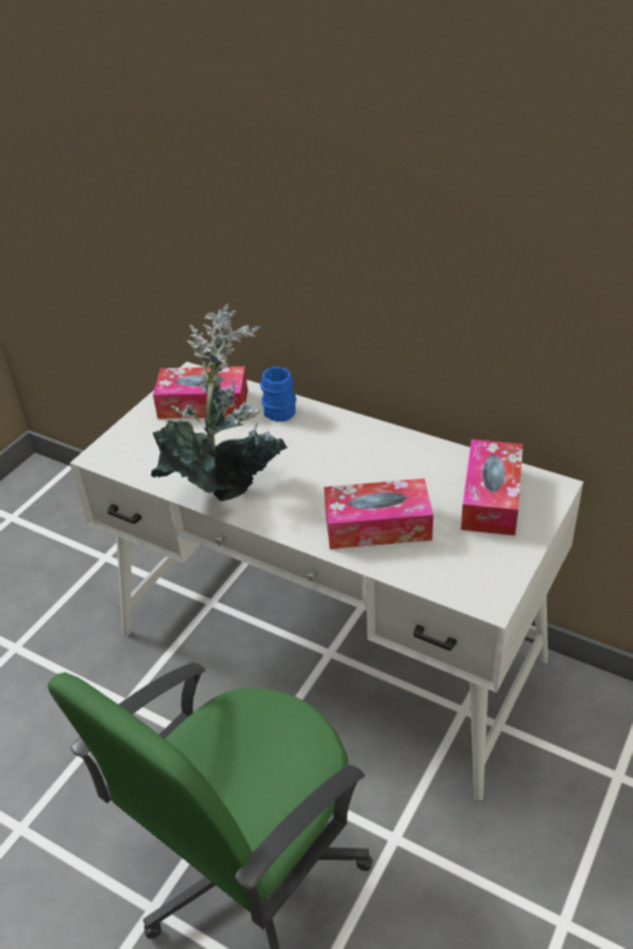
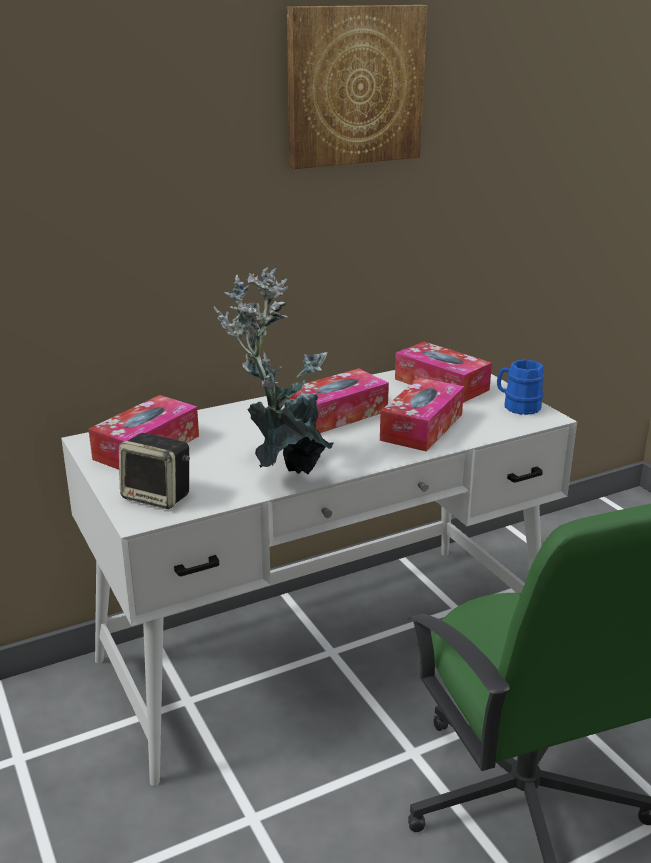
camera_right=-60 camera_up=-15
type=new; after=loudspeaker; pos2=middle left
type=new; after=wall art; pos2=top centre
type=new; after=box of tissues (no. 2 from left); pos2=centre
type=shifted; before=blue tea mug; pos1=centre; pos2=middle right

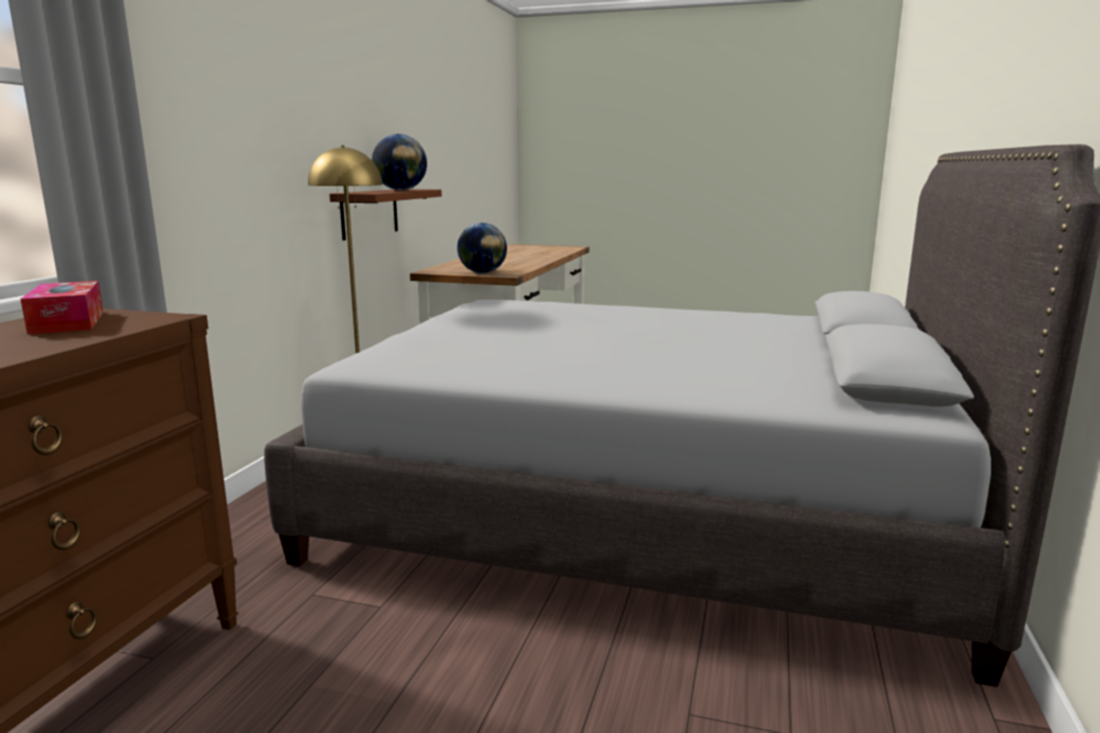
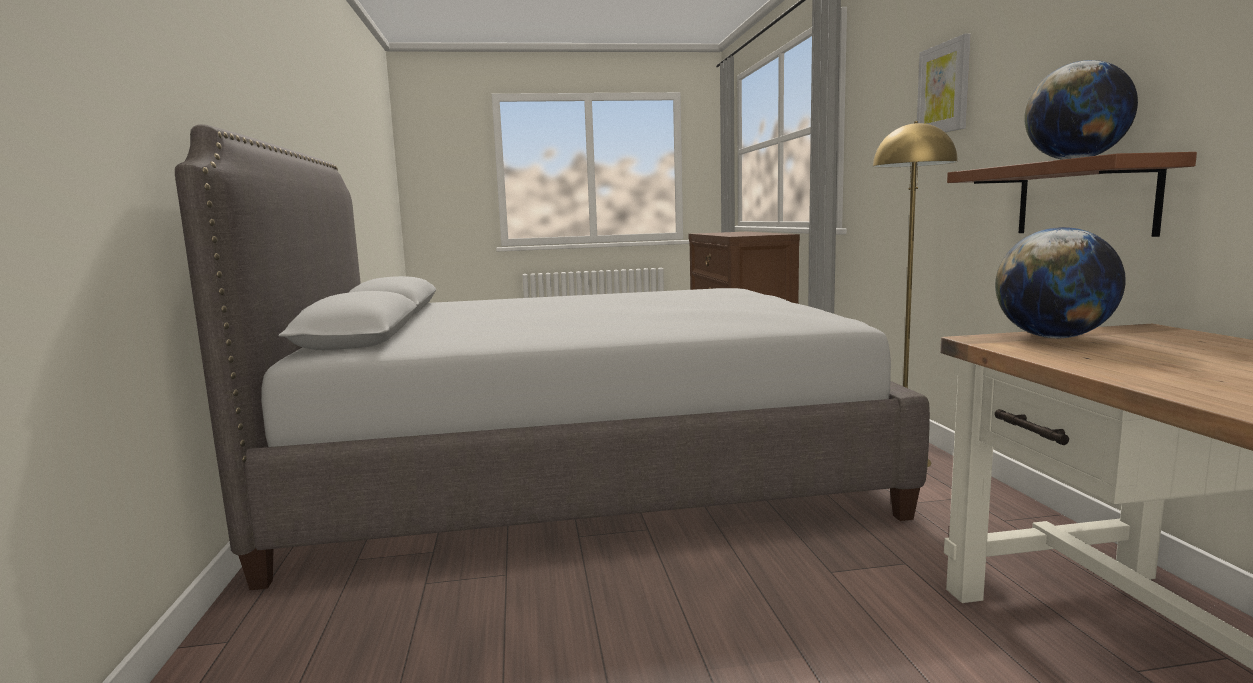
camera_right=155 camera_up=-5
type=gone; before=box of tissues; pos1=middle left
type=new; after=wall art; pos2=top right

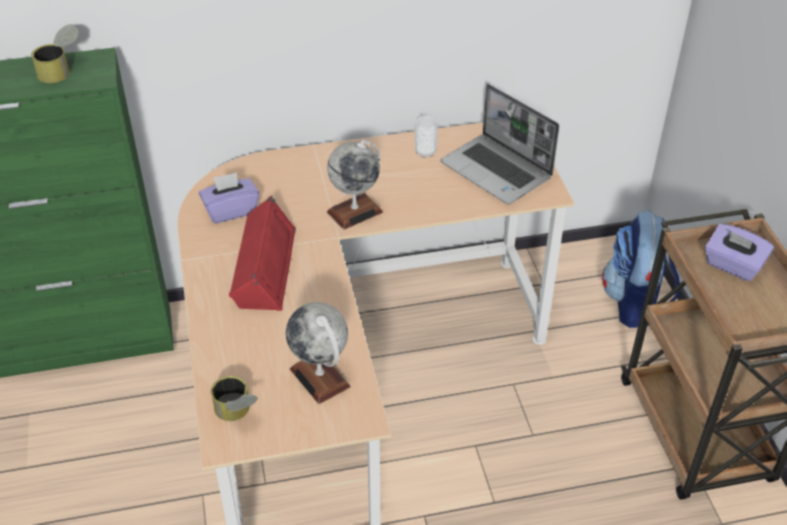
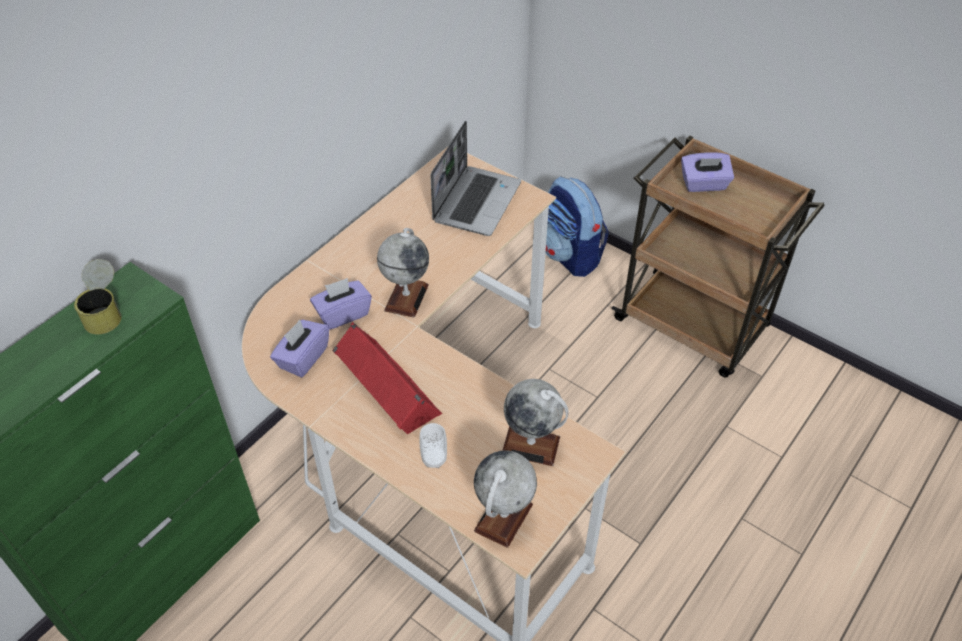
camera_right=-40 camera_up=5
type=new; after=purplish box of tissues (no. 2 from left); pos2=centre
type=shifted; before=small cup; pos1=top centre; pos2=bottom centre
type=swapped; before=sealed can (no. 2 from left); after=globe (no. 2 from left); pos1=bottom left; pos2=bottom centre
type=rotated; before=laptop; pos1=top centre; pos2=top centre; turn=-75

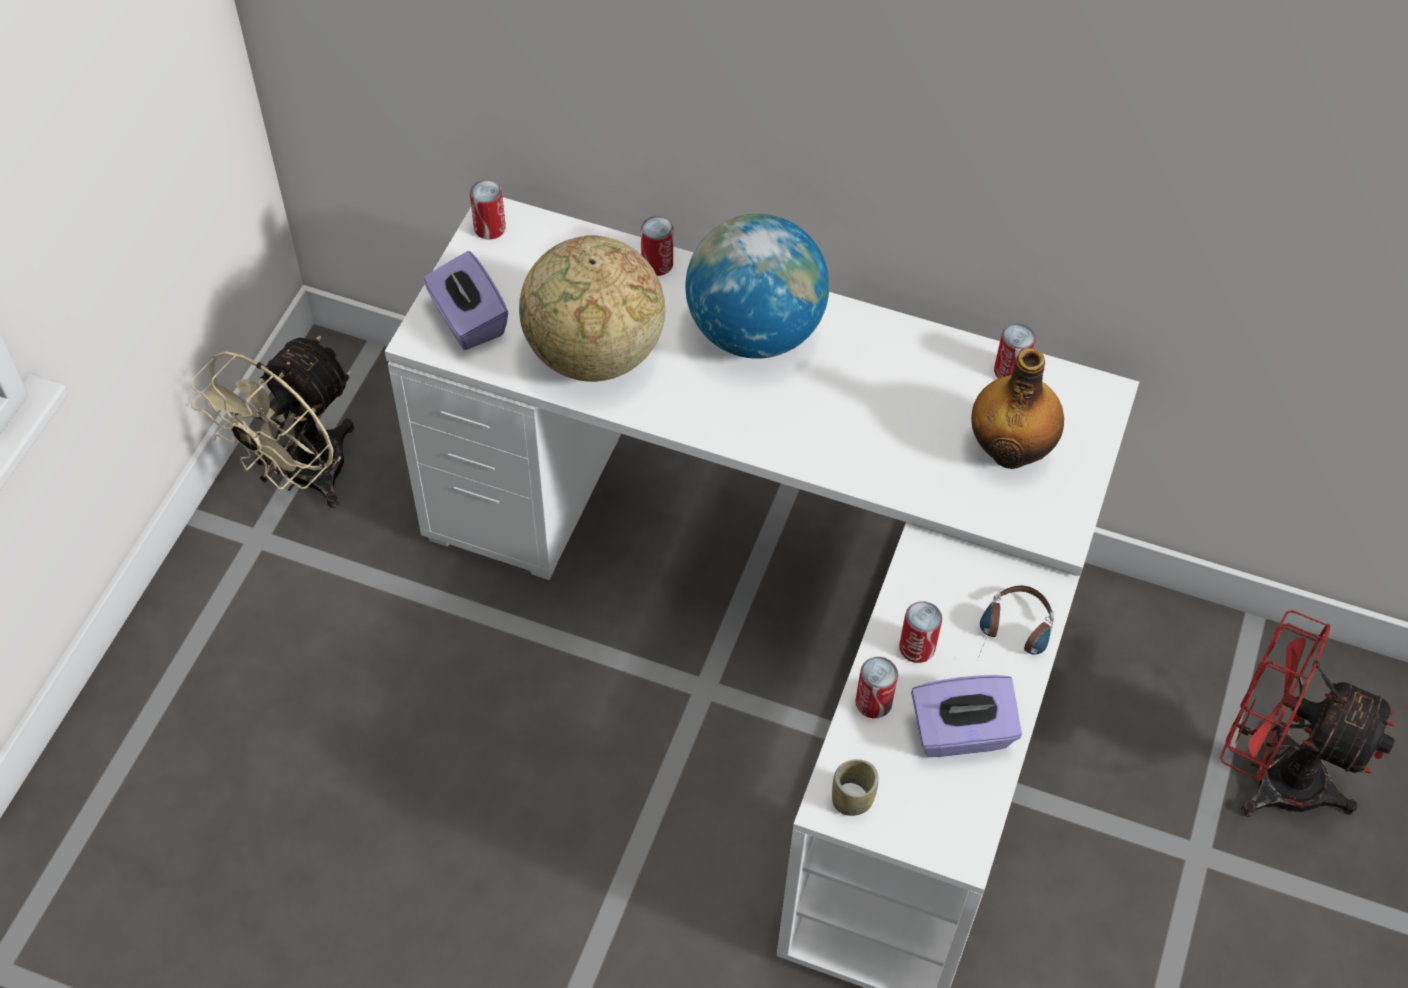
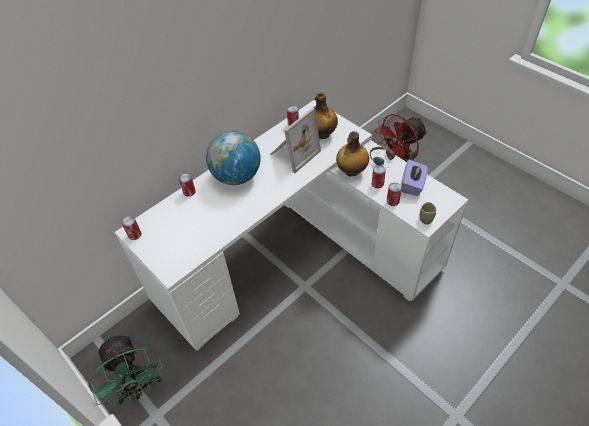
camera_right=-60 camera_up=-5
type=gone; before=purplish box of tissues (no. 1 from left); pos1=top left
type=gone; before=globe (no. 1 from left); pos1=top centre
type=new; after=standing frame; pos2=top centre
type=new; after=bottle (no. 2 from left); pos2=centre
type=repainted; before=sand-coloured cooling fan; after=greenish cooling fan; pos1=middle left; pos2=bottom left

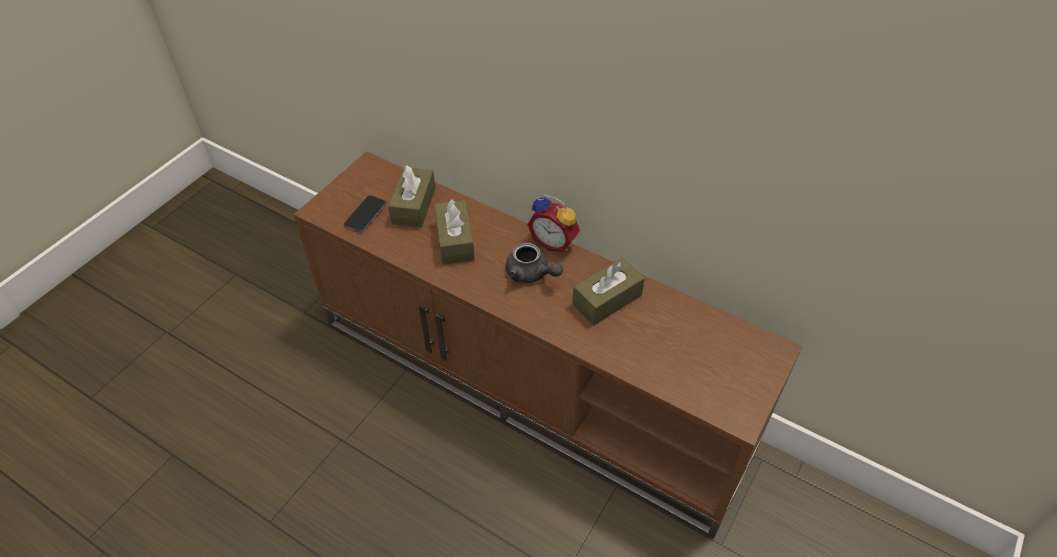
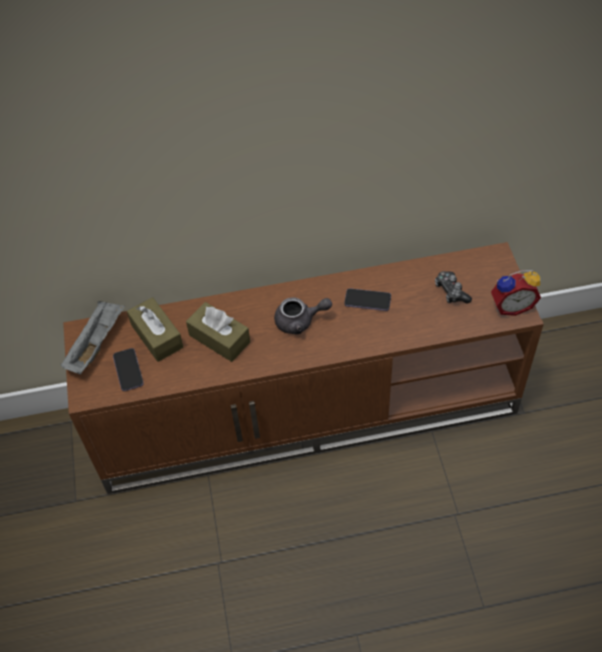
camera_right=-40 camera_up=5
type=new; after=gray serving tray; pos2=middle left
type=new; after=joypad; pos2=middle right
type=shifted; before=bedside clock; pos1=centre; pos2=middle right
type=swapped; before=brownish box of tissues (no. 3 from left); after=phone (no. 2 from left); pos1=centre; pos2=centre

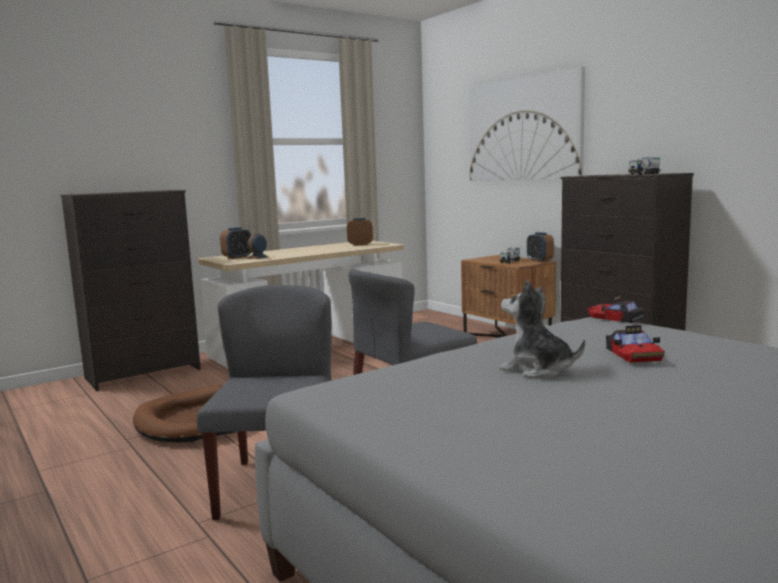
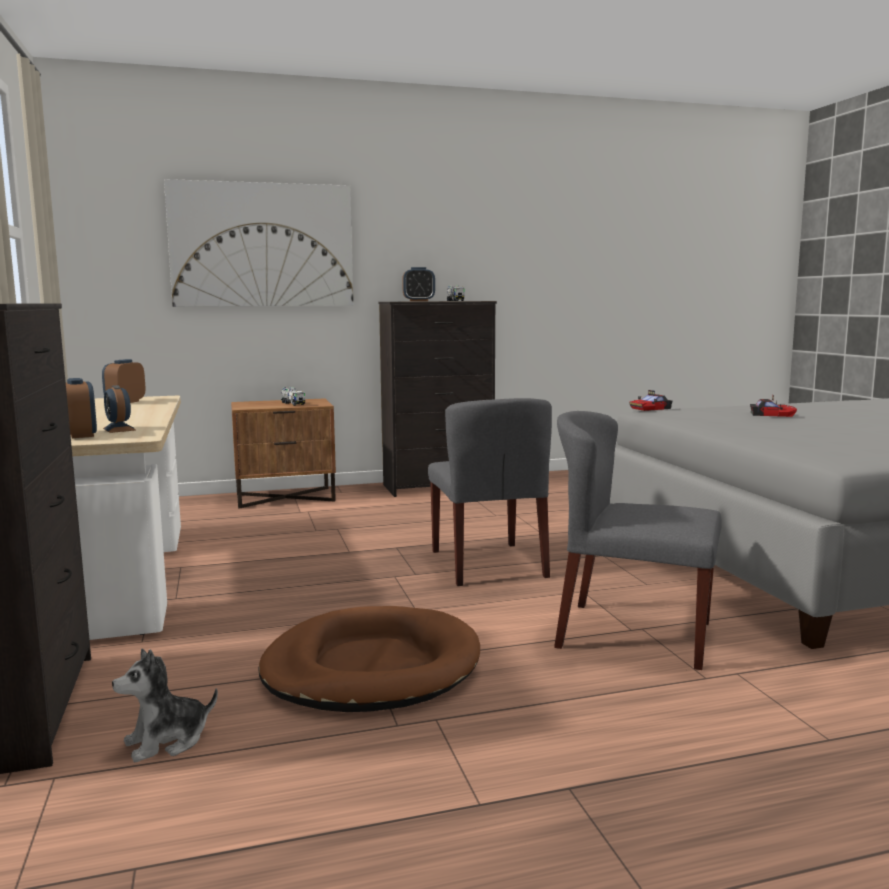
camera_right=-70 camera_up=0
type=shifted; before=soft toy; pos1=middle right; pos2=bottom left
type=shifted; before=bedside clock (no. 4 from left); pos1=middle right; pos2=top centre

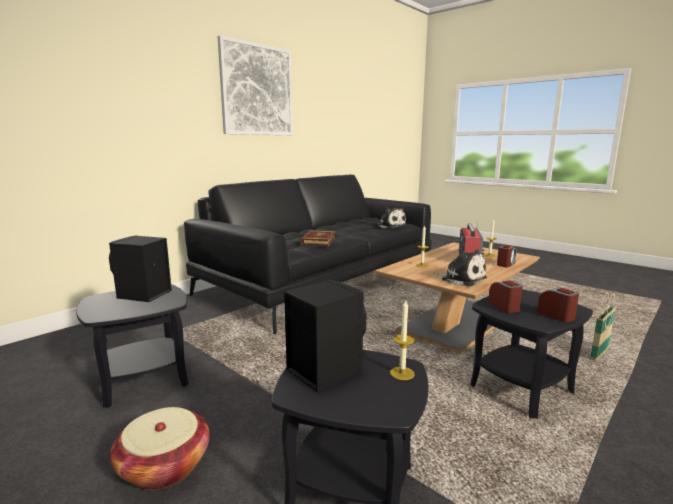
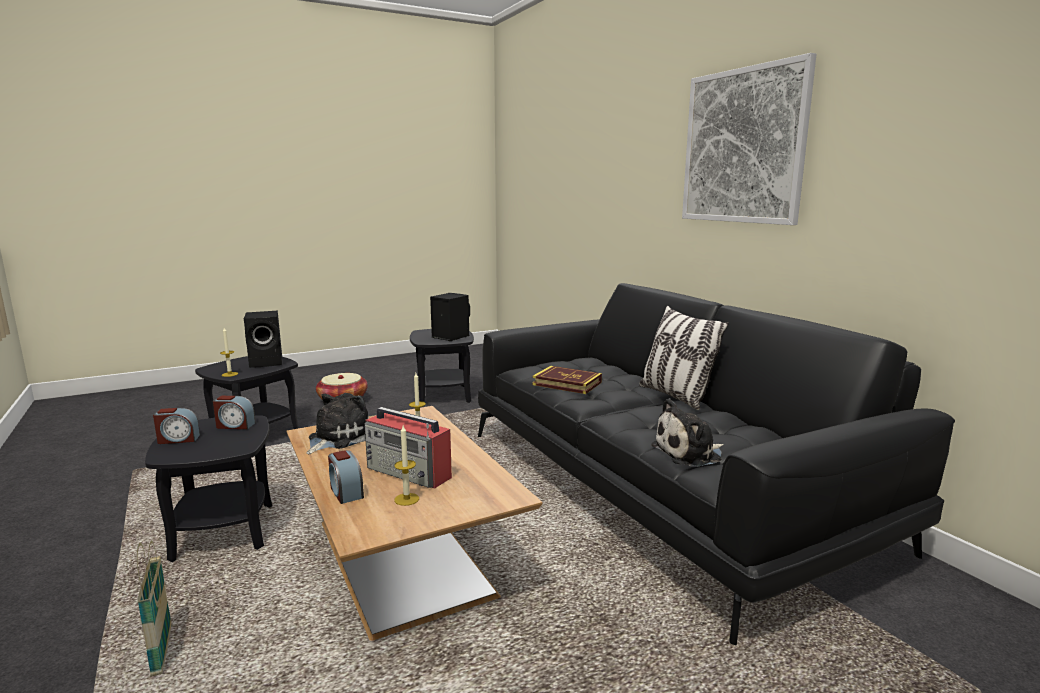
camera_right=110 camera_up=0
type=new; after=throw pillow; pos2=centre
type=rotated; before=soft toy (no. 2 from left in the first image); pos1=middle right; pos2=middle left; turn=150

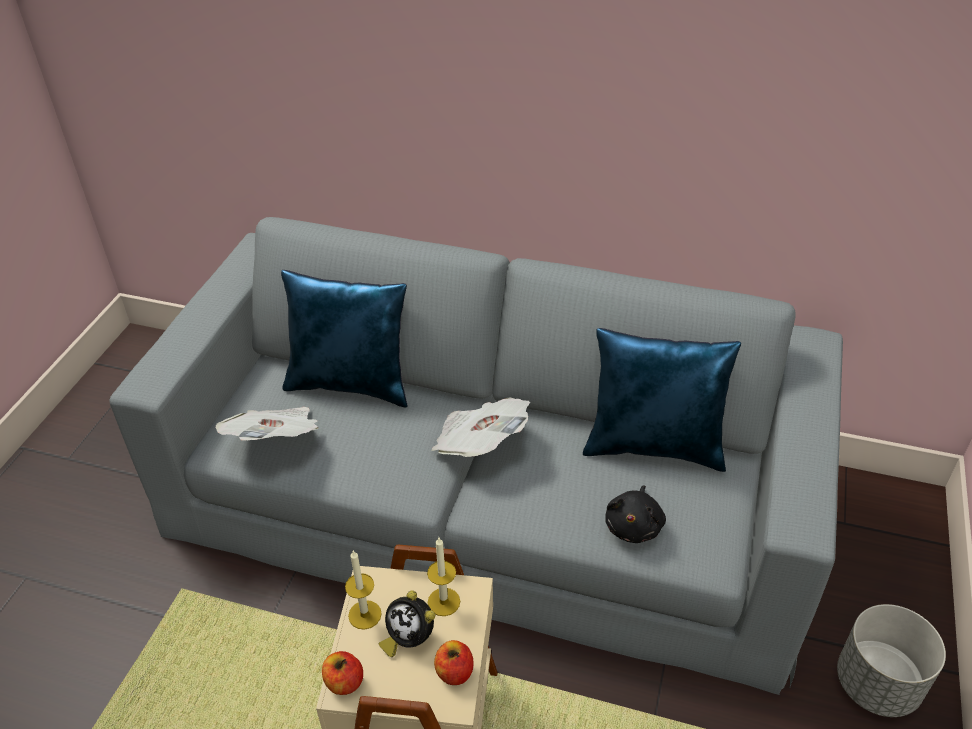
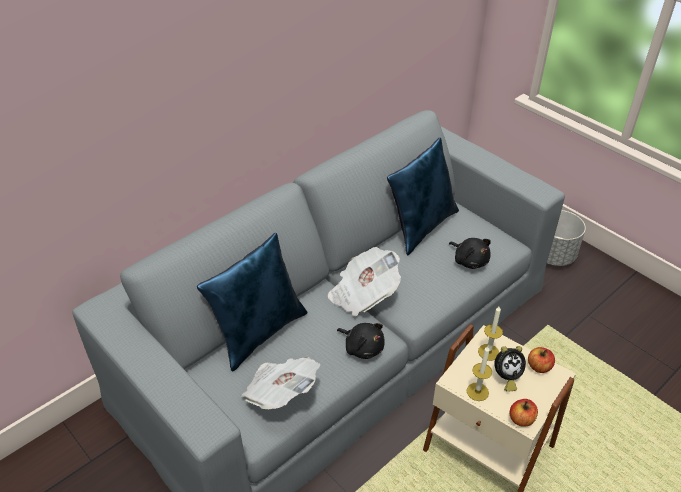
camera_right=-60 camera_up=0
type=new; after=black-coloured soft toy (no. 1 from left); pos2=bottom centre

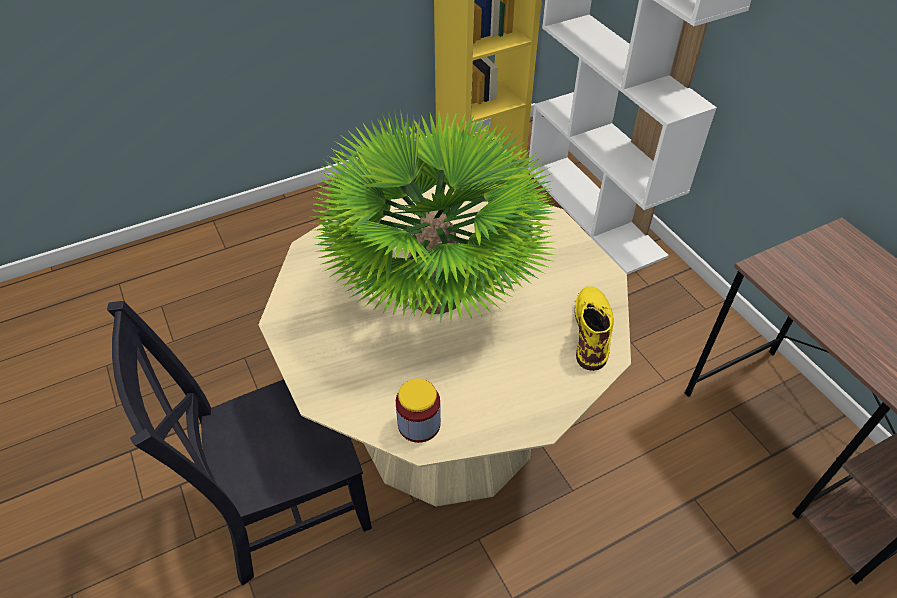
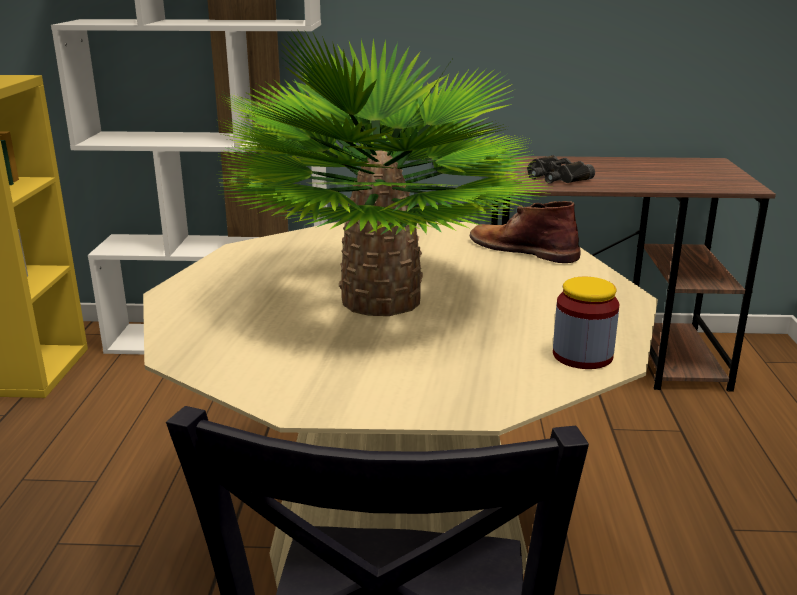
camera_right=-60 camera_up=-25
type=new; after=black-coloured field glasses; pos2=top right
type=repainted; before=yellow-coloured tall boot; after=brownish tall boot; pos1=centre; pos2=centre

